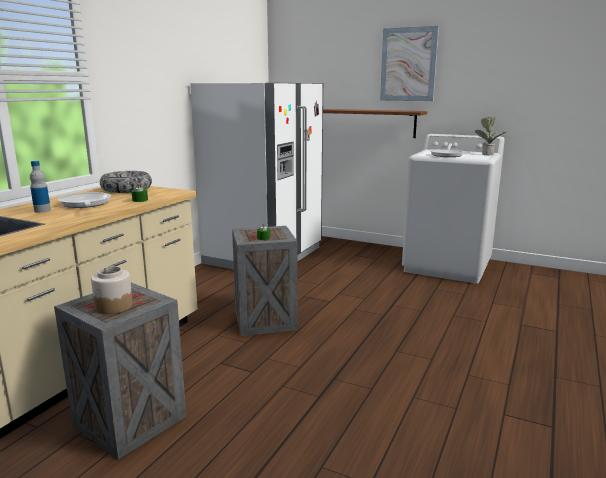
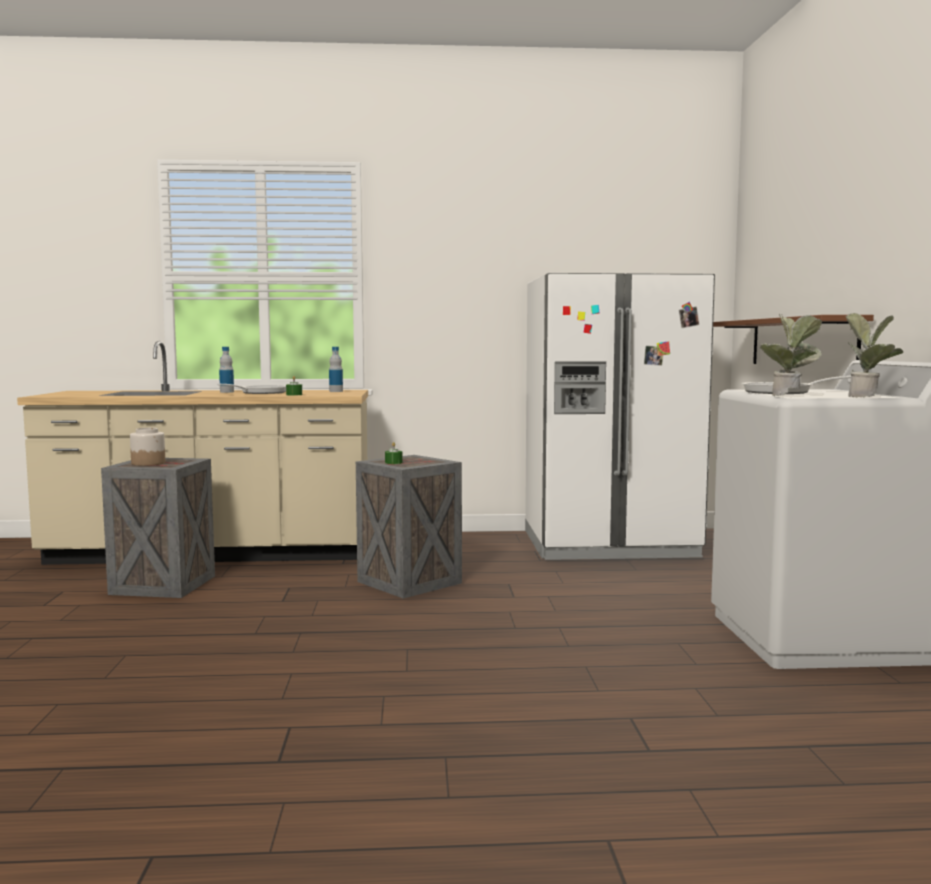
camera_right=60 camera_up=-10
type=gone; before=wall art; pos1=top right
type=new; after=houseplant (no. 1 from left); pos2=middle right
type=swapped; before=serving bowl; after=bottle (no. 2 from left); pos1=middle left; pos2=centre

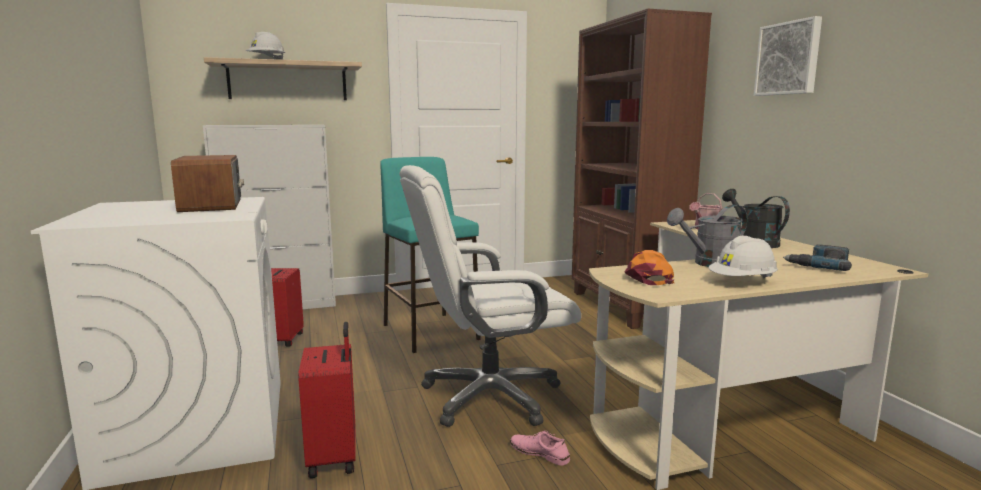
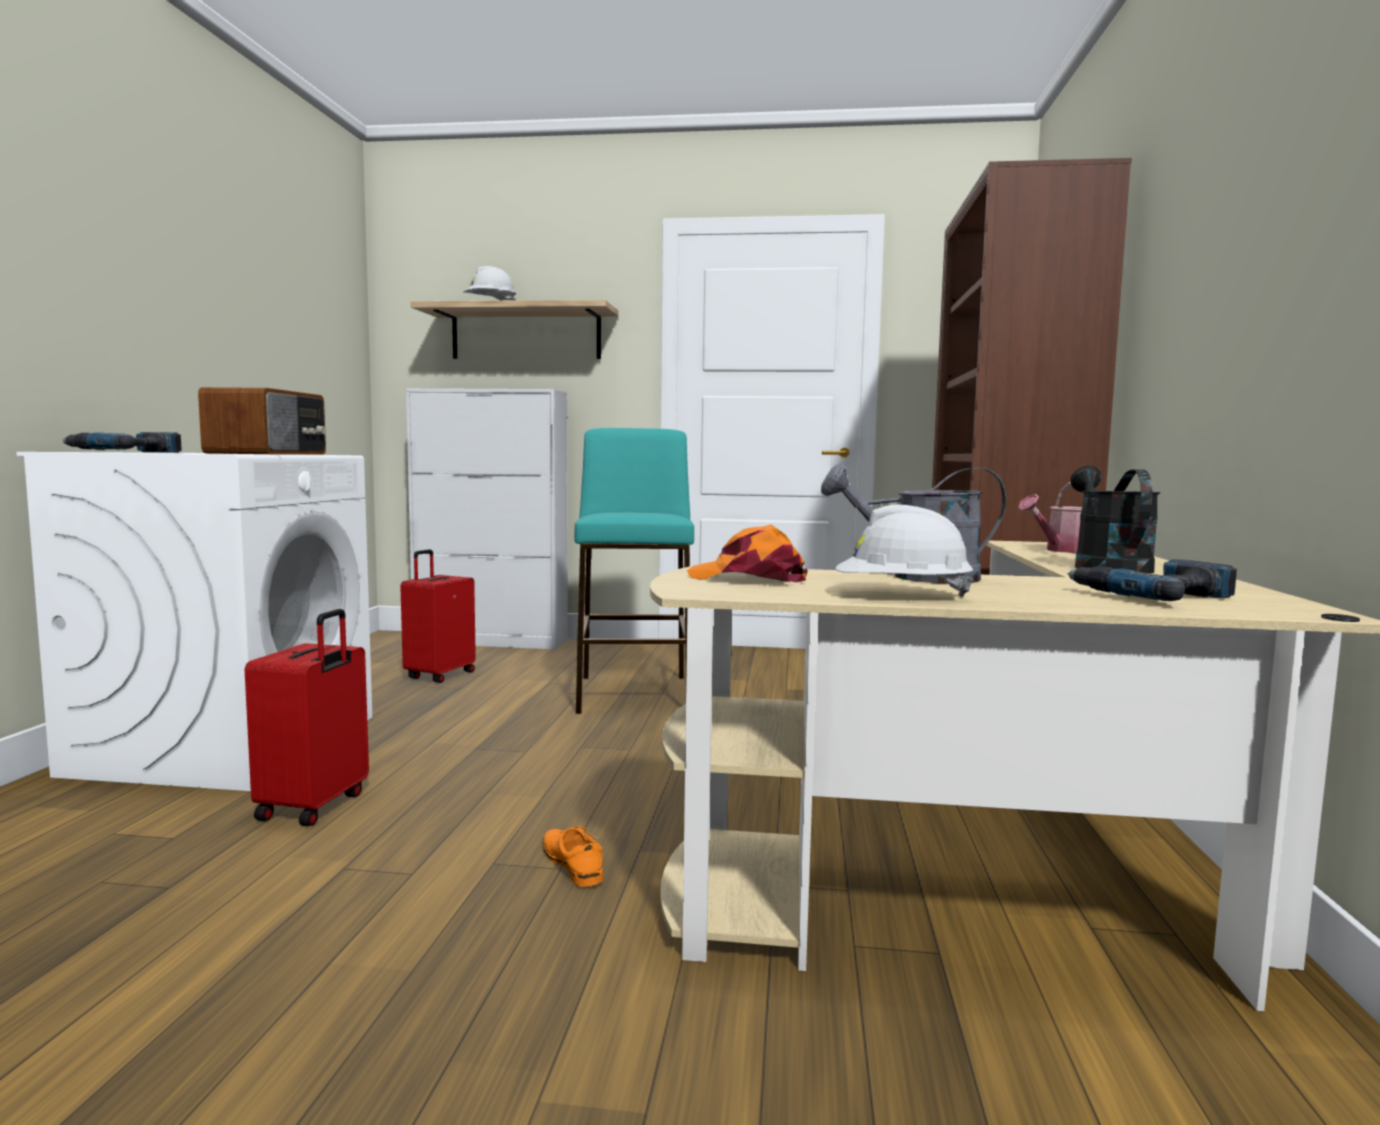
camera_right=25 camera_up=-5
type=gone; before=white office chair; pos1=centre
type=gone; before=wall art; pos1=top right
type=new; after=drill (no. 1 from left); pos2=middle left
type=repainted; before=pink low shoe; after=orange low shoe; pos1=bottom centre; pos2=bottom centre
type=rotated; before=orange cap; pos1=centre; pos2=centre; turn=-90

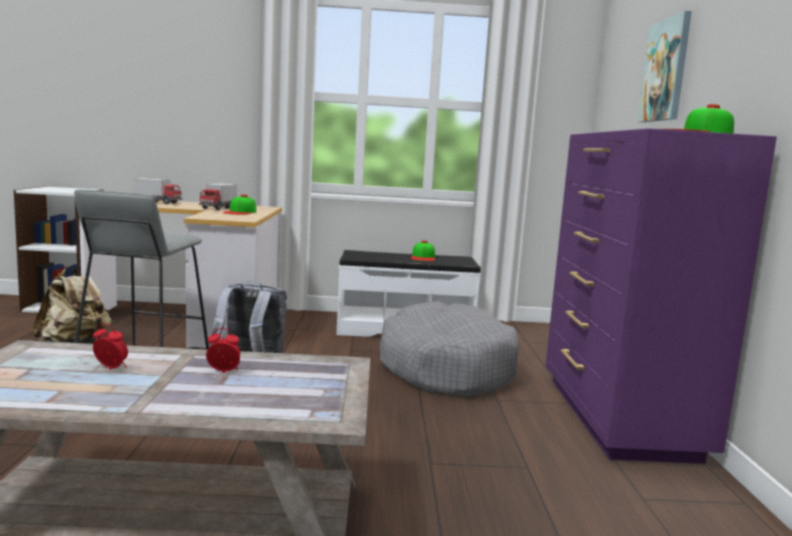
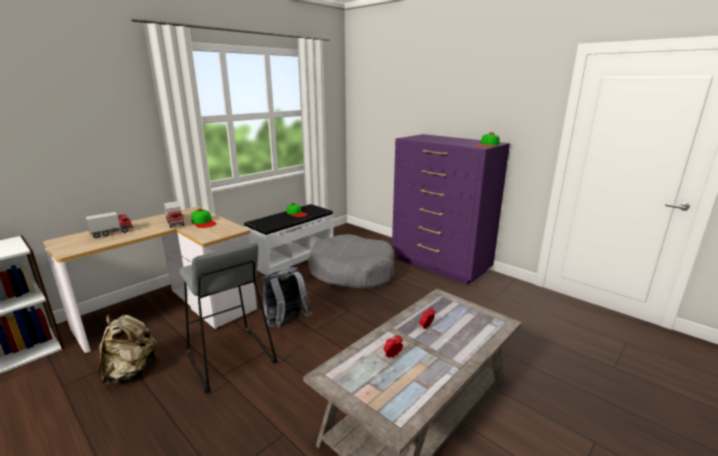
camera_right=-45 camera_up=10
type=gone; before=wall art; pos1=top right

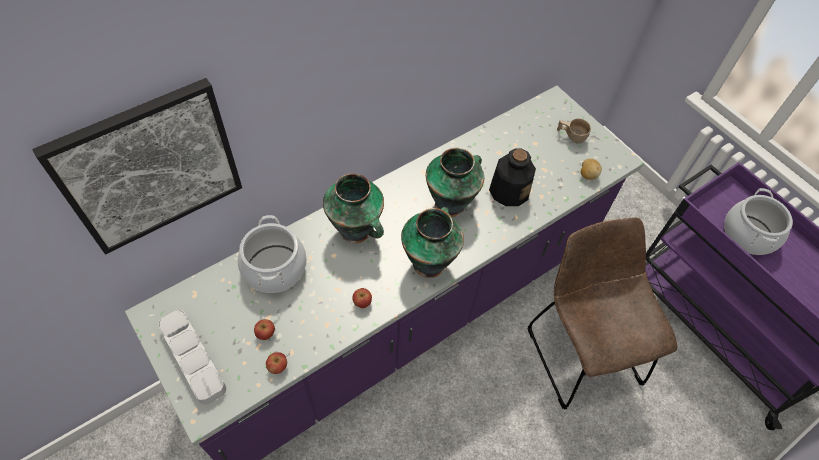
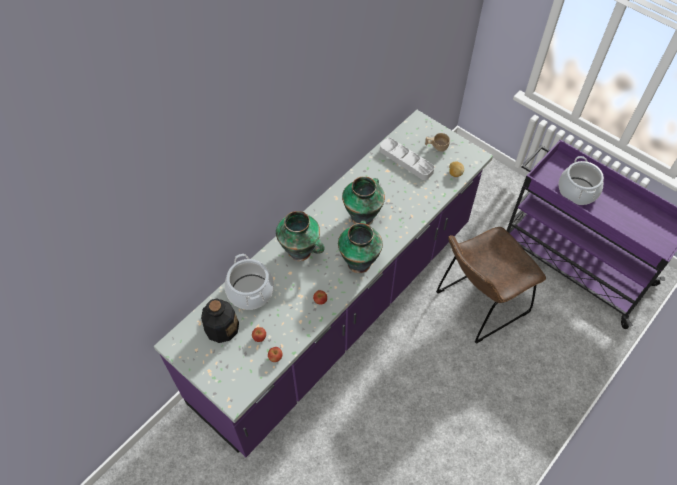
camera_right=-10 camera_up=0
type=gone; before=wall art; pos1=middle left
type=shifted; before=gray serving tray; pos1=bottom left; pos2=top centre
type=shifted; before=bottle; pos1=centre; pos2=middle left
type=rotated; before=brownish upright chair; pos1=bottom right; pos2=middle right; turn=-90

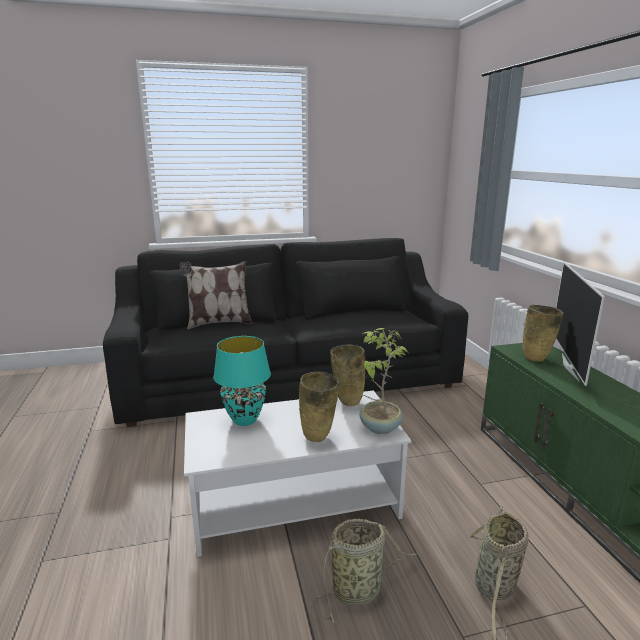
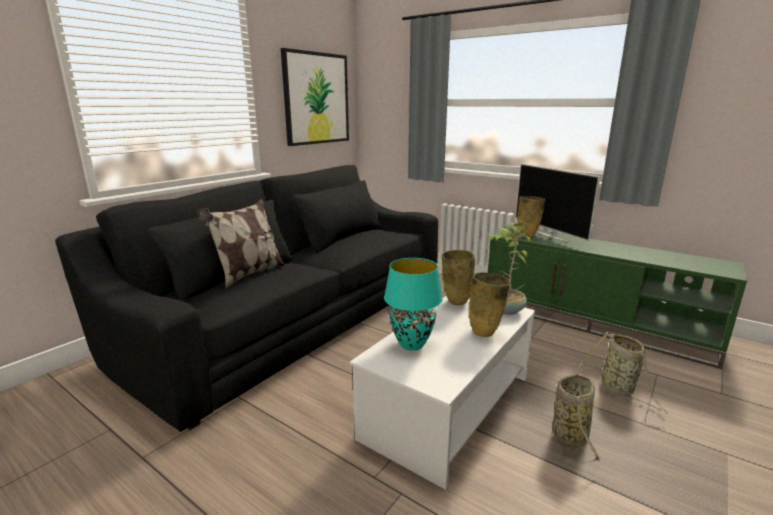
camera_right=-40 camera_up=0
type=new; after=wall art; pos2=top centre

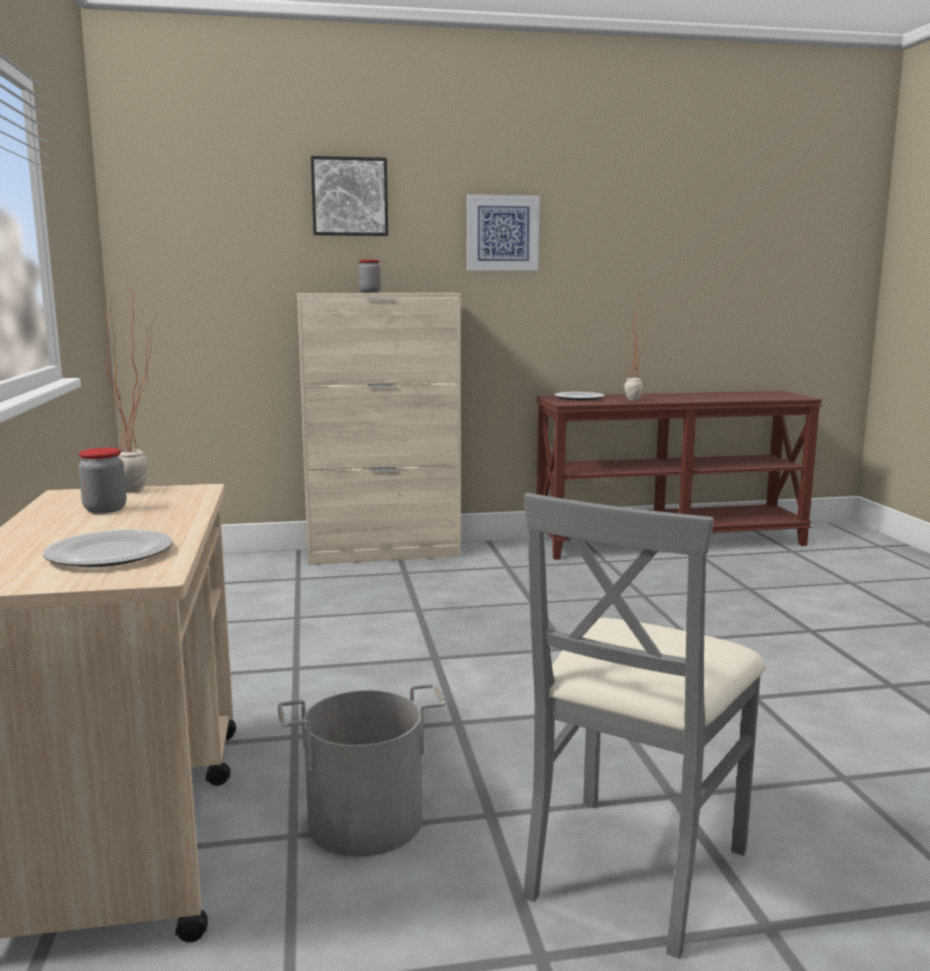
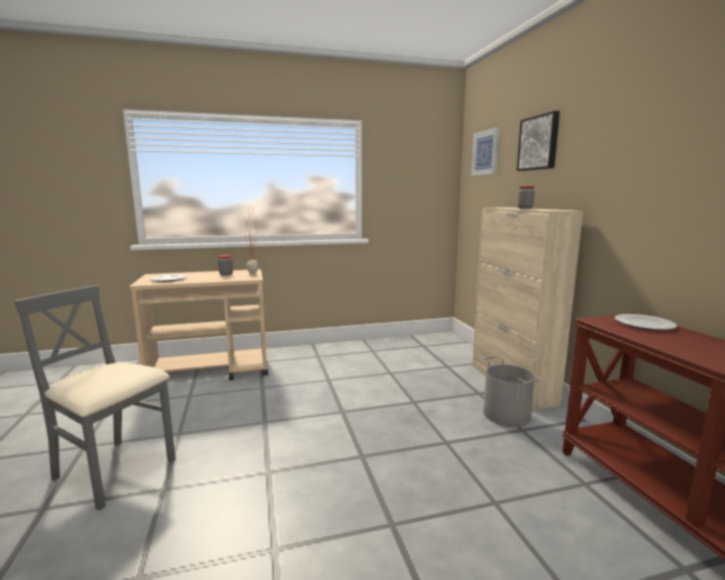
camera_right=85 camera_up=0
type=gone; before=houseplant (no. 2 from left); pos1=middle right
type=shifted; before=gray bucket; pos1=bottom centre; pos2=bottom right
type=shifted; before=wall art (no. 2 from left in the first image); after=wall art (no. 1 from left); pos1=top centre; pos2=top right

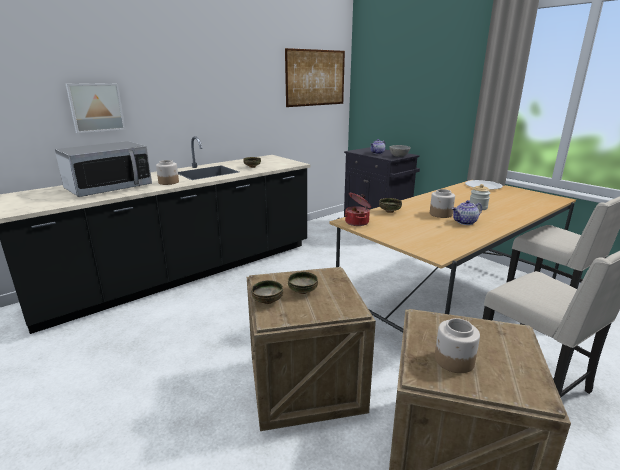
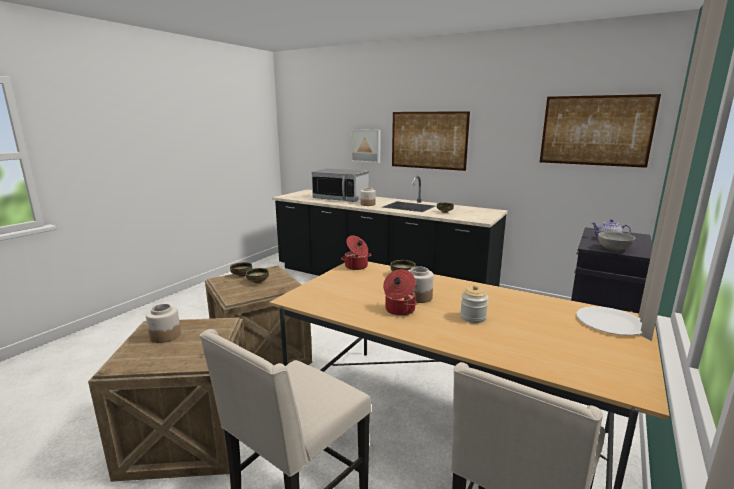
camera_right=70 camera_up=-5
type=new; after=wall art (no. 2 from left); pos2=top centre
type=swapped; before=teapot (no. 2 from left); after=cooking pot (no. 2 from left); pos1=middle right; pos2=centre

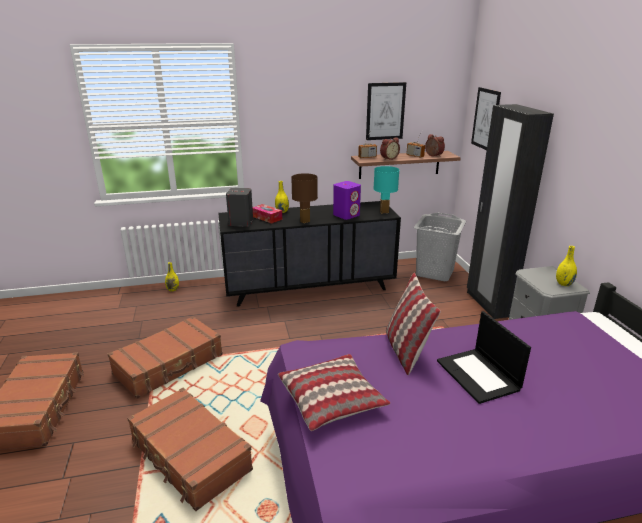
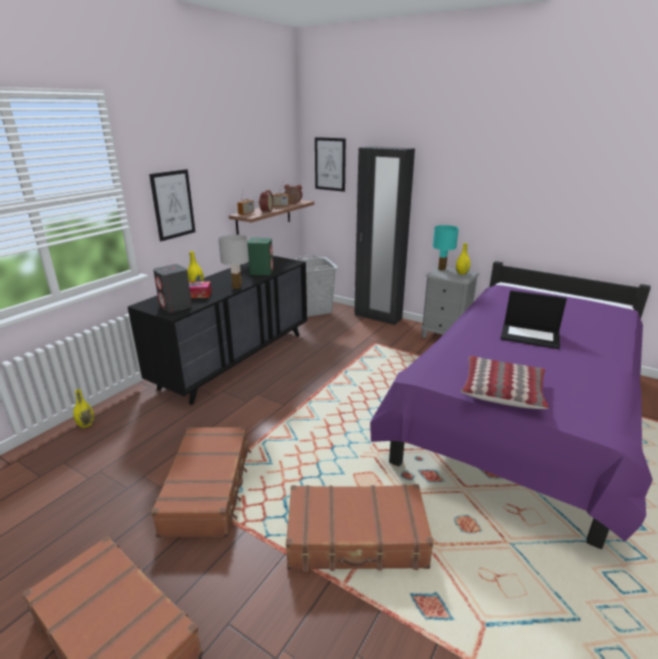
camera_right=-45 camera_up=0
type=gone; before=throw pillow (no. 2 from left); pos1=centre
type=shifted; before=wall art (no. 1 from left); pos1=top centre; pos2=top left
type=shifted; before=turquoise-coloured lamp for a table; pos1=centre; pos2=middle right
type=repainted; before=brownish lamp for a table; after=white lamp for a table; pos1=centre; pos2=centre
type=repainted; before=purplish loudspeaker; after=greenish loudspeaker; pos1=centre; pos2=centre

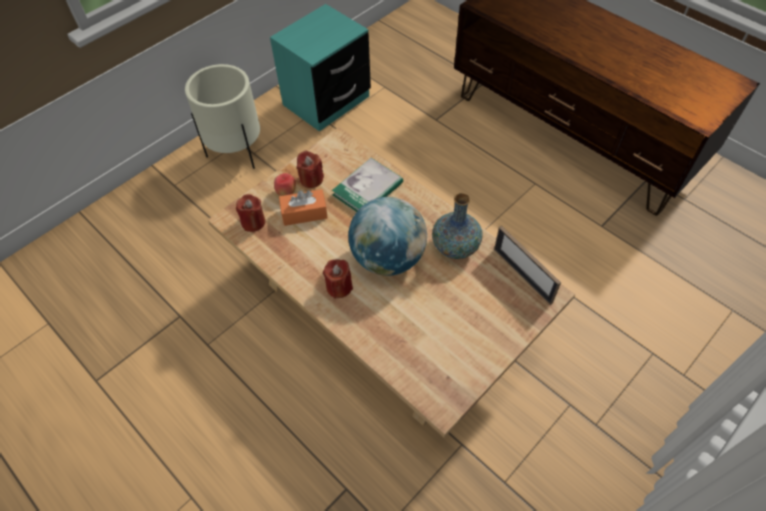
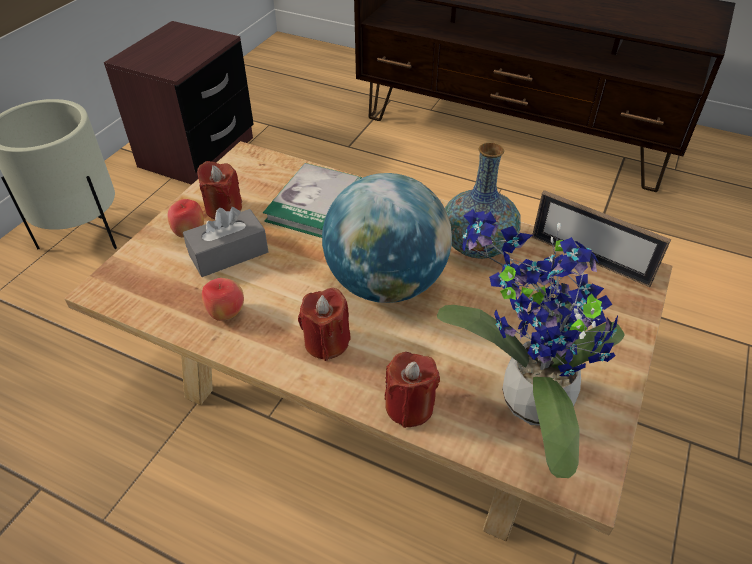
camera_right=-20 camera_up=-10
type=new; after=apple fruit (no. 2 from left); pos2=middle left
type=new; after=houseplant; pos2=middle right
type=shifted; before=red wax light (no. 1 from left in the first image); after=red wax light (no. 3 from left); pos1=middle left; pos2=bottom centre
type=repainted; before=turquoise-coloured bedside table; after=brownish bedside table; pos1=top centre; pos2=top left
type=repainted; before=orange box of tissues; after=gray box of tissues; pos1=centre; pos2=middle left

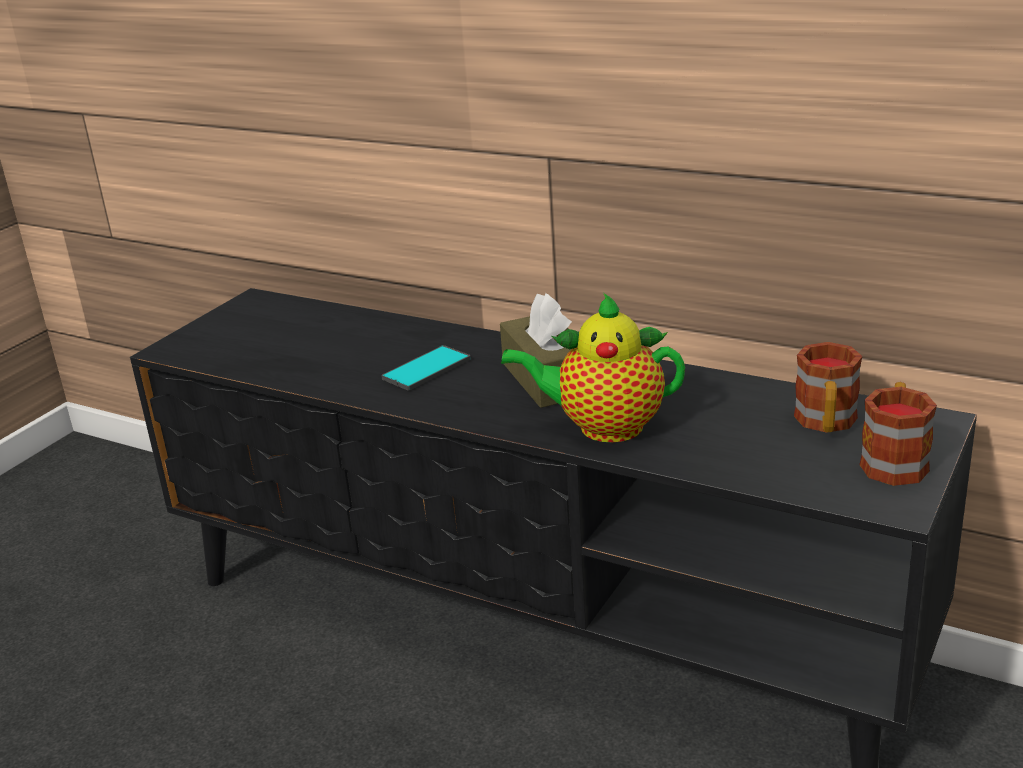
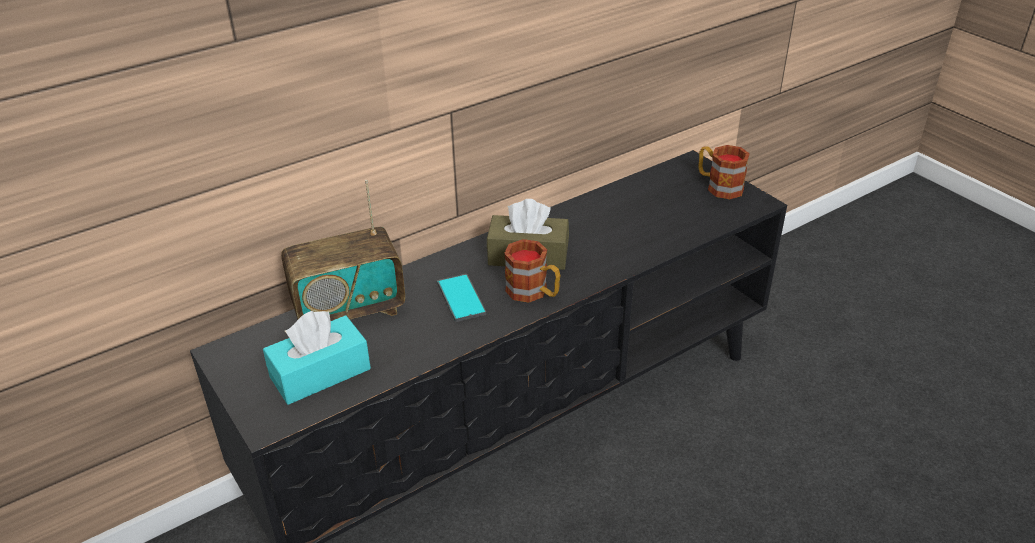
camera_right=-65 camera_up=10
type=gone; before=teapot; pos1=centre
type=new; after=turquoise-coloured box of tissues; pos2=middle left
type=new; after=radio receiver; pos2=middle left
type=shifted; before=tea mug (no. 1 from left); pos1=middle right; pos2=centre

